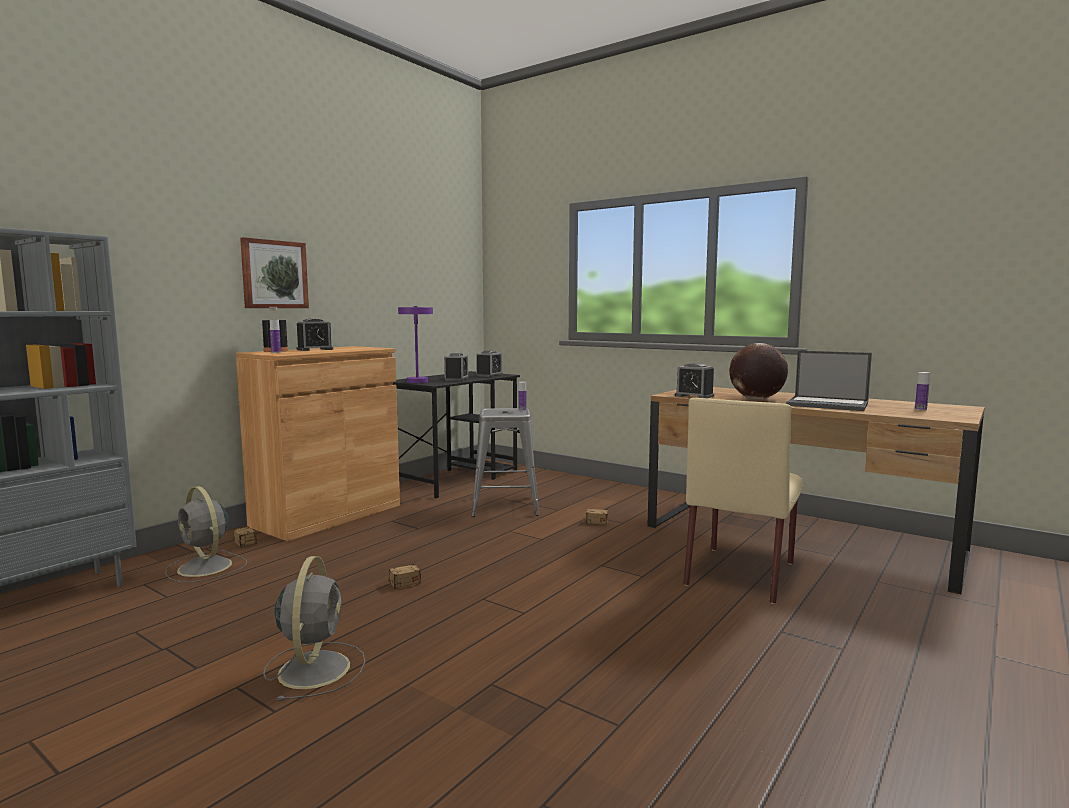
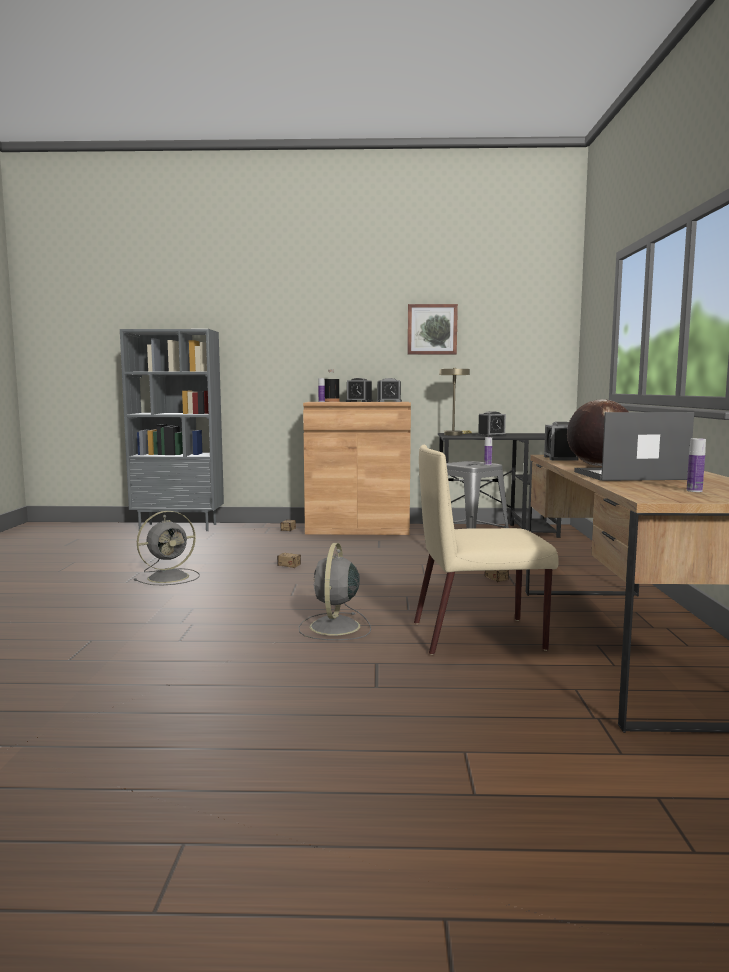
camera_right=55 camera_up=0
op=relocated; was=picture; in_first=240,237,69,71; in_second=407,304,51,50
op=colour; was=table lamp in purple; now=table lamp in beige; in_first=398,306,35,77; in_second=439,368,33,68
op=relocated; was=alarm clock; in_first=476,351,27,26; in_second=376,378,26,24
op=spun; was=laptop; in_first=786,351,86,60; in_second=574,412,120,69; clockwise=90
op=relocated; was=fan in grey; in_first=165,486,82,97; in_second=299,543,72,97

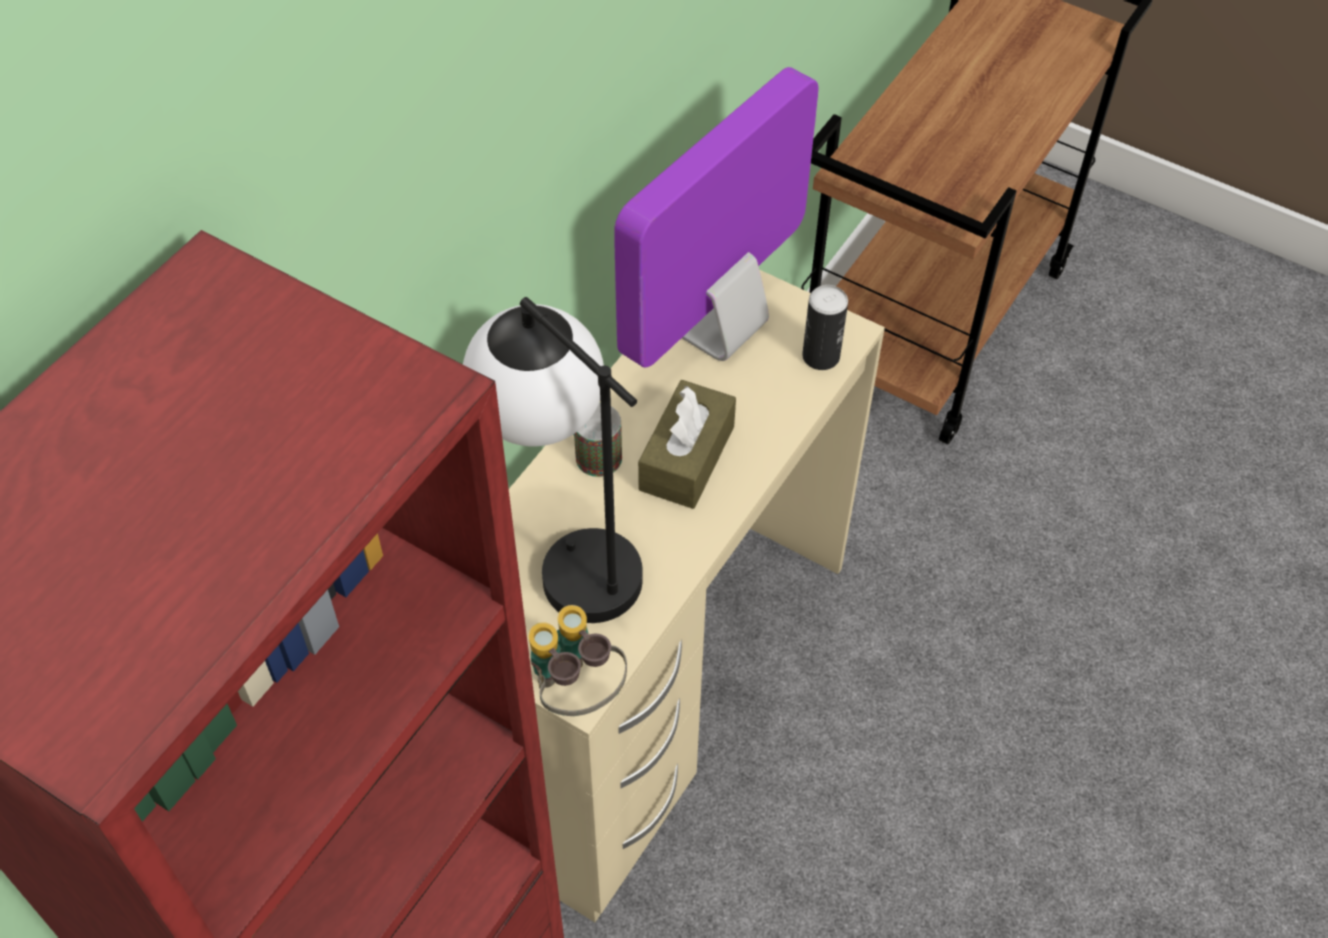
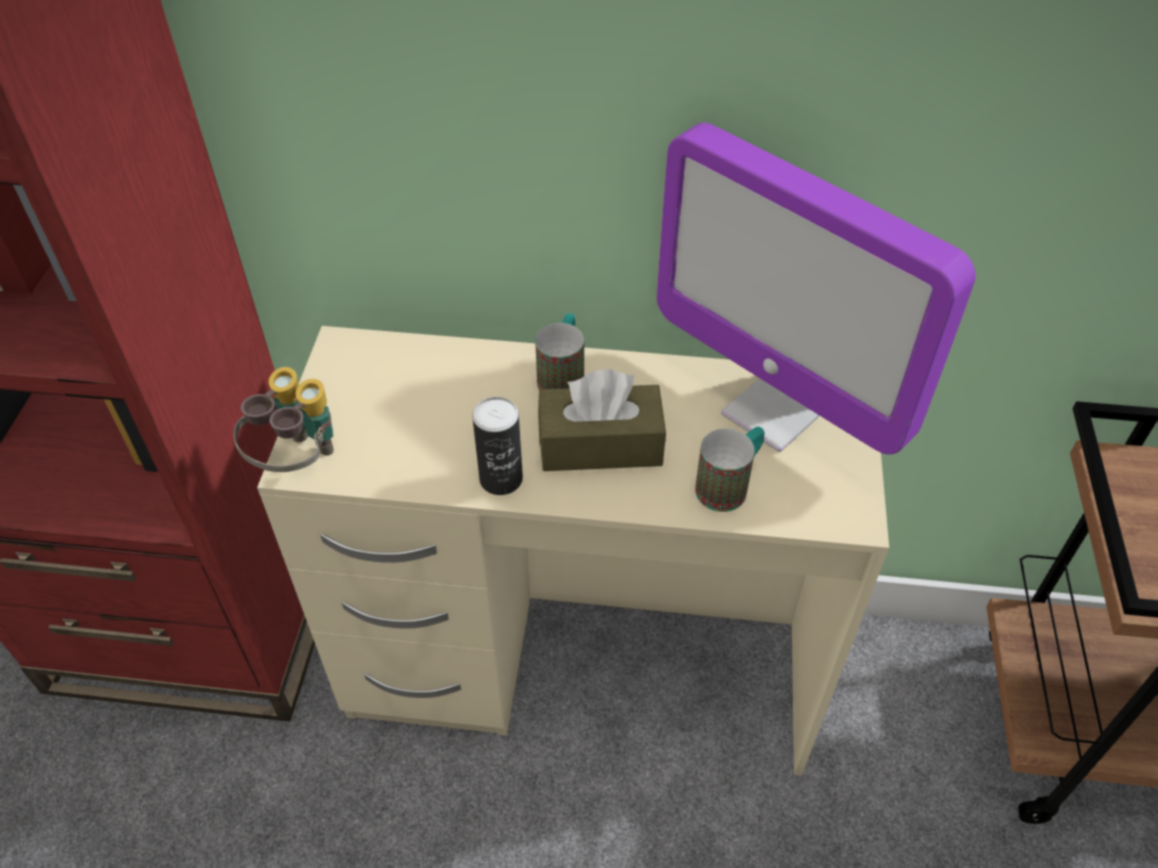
camera_right=65 camera_up=-5
op=spun; was=monitor; in_first=614,67,205,301; in_second=657,123,319,331; clockwise=-150
op=relocated; was=can; in_first=802,285,46,85; in_second=472,397,51,98
op=missing; was=table lamp; in_first=463,297,180,326
op=appeared; now=mug; in_second=695,427,70,85

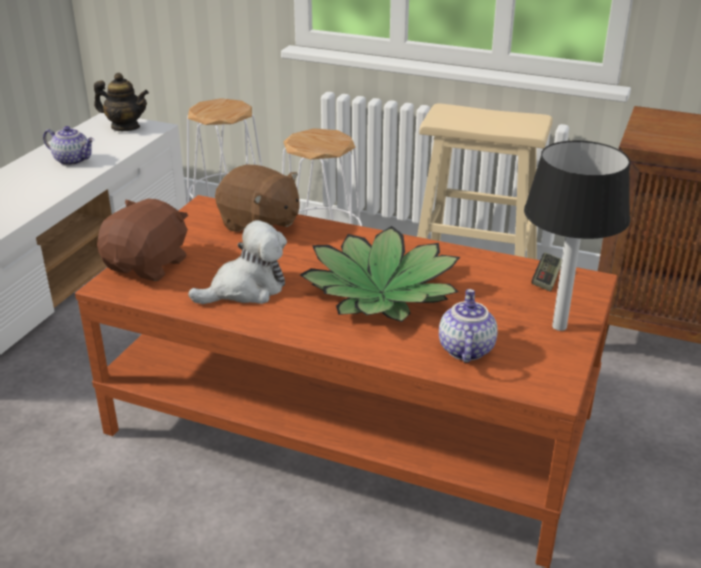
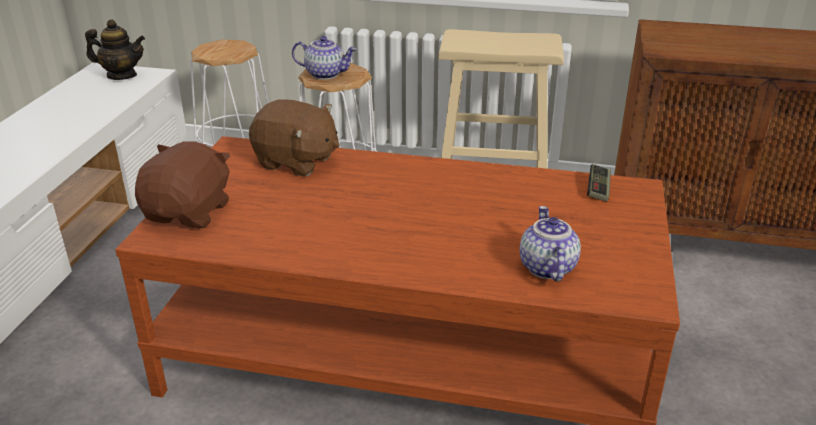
camera_right=-10 camera_up=0
op=relocated; was=teapot; in_first=43,126,51,40; in_second=292,36,65,44
op=missing; was=table lamp; in_first=524,140,106,191
op=missing; was=plush toy; in_first=188,220,99,84
op=missing; was=potted plant; in_first=300,226,160,96

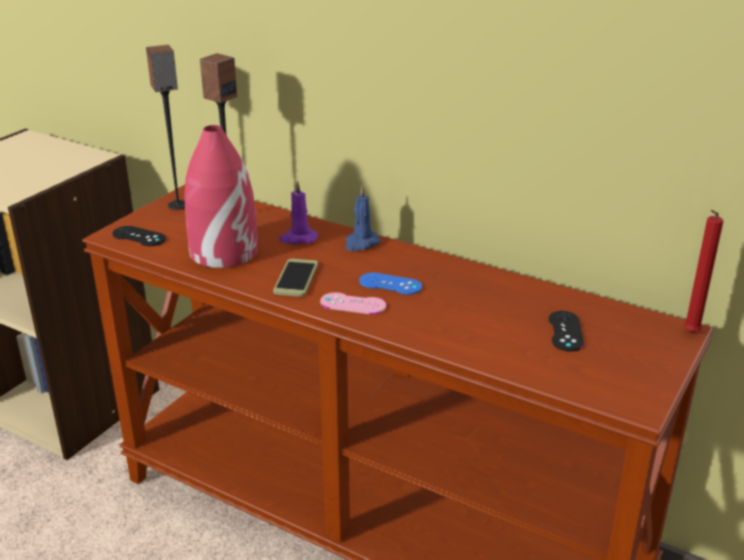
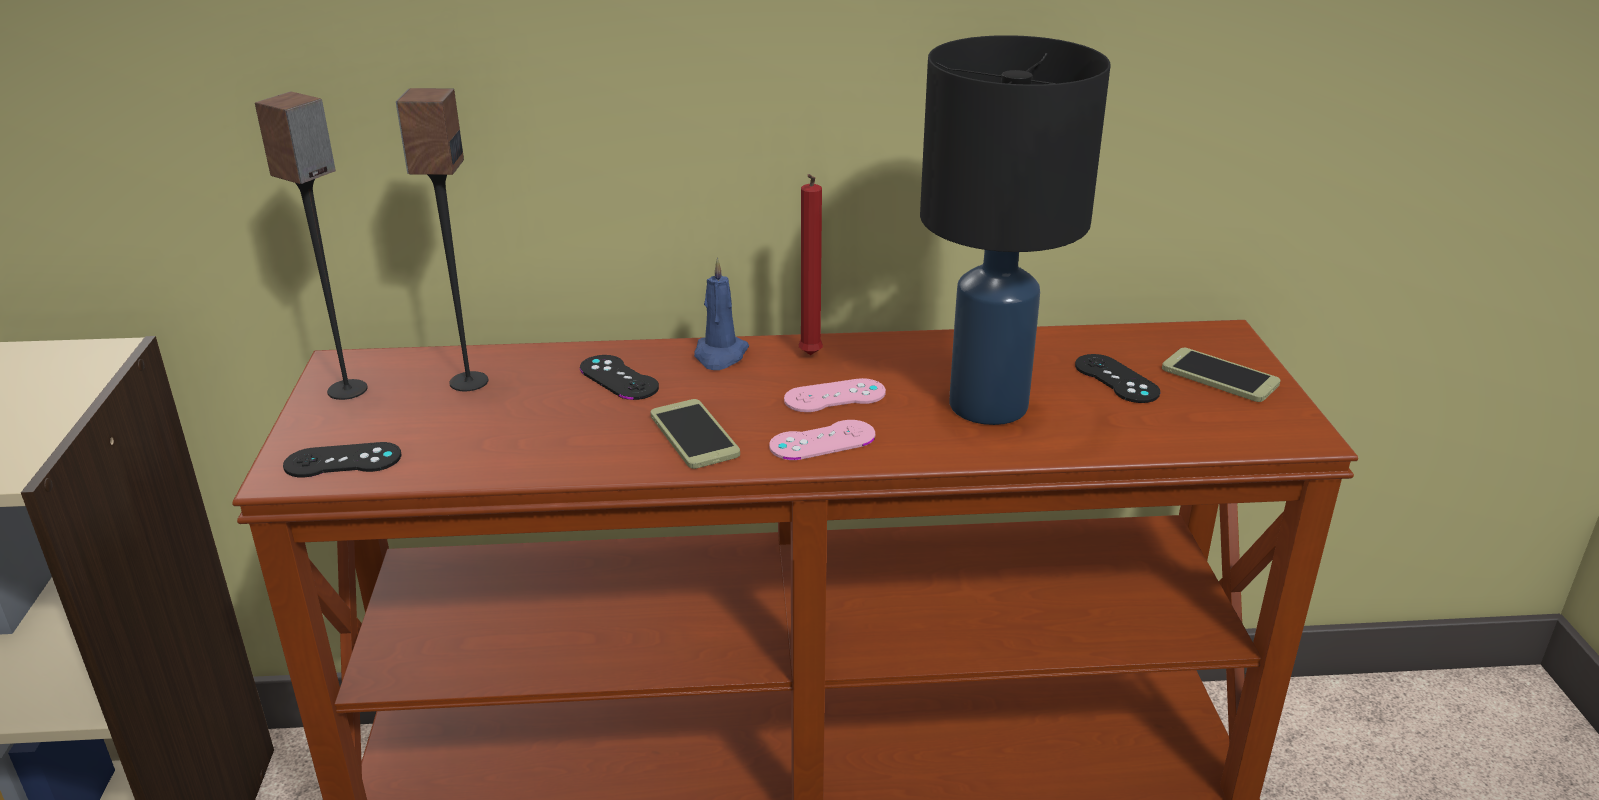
camera_right=-35 camera_up=0
op=missing; was=vase in red; in_first=184,125,74,143
op=exchanged; was=candle in purple; now=game controller in black; in_first=279,180,39,64; in_second=580,355,79,45
op=relocated; was=candle in red; in_first=684,210,39,123; in_second=799,174,24,181
op=colour; was=game controller in blue; now=game controller in pink; in_first=359,272,63,23; in_second=784,378,102,34
op=appeared; now=table lamp in black; in_second=920,35,191,390
op=appeared; now=phone; in_second=1162,348,119,54

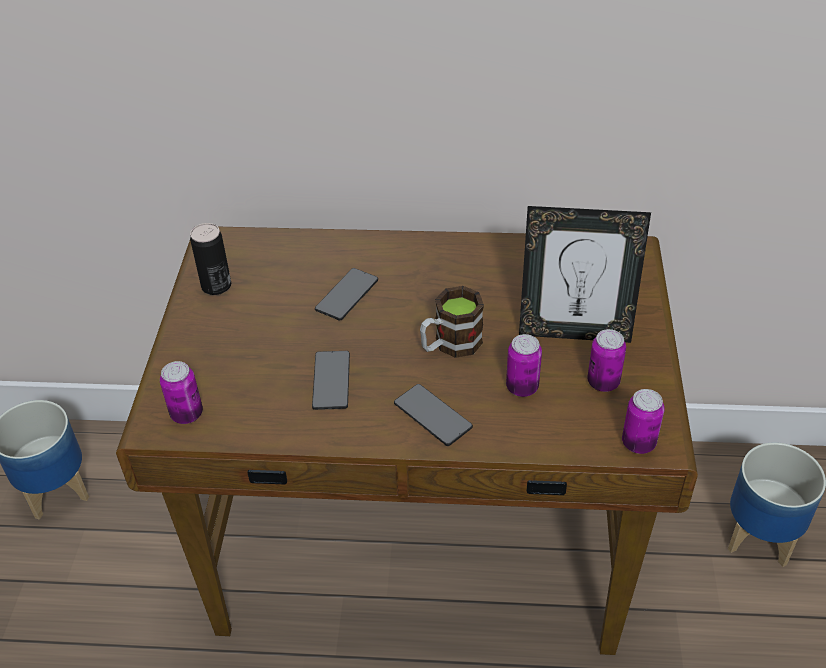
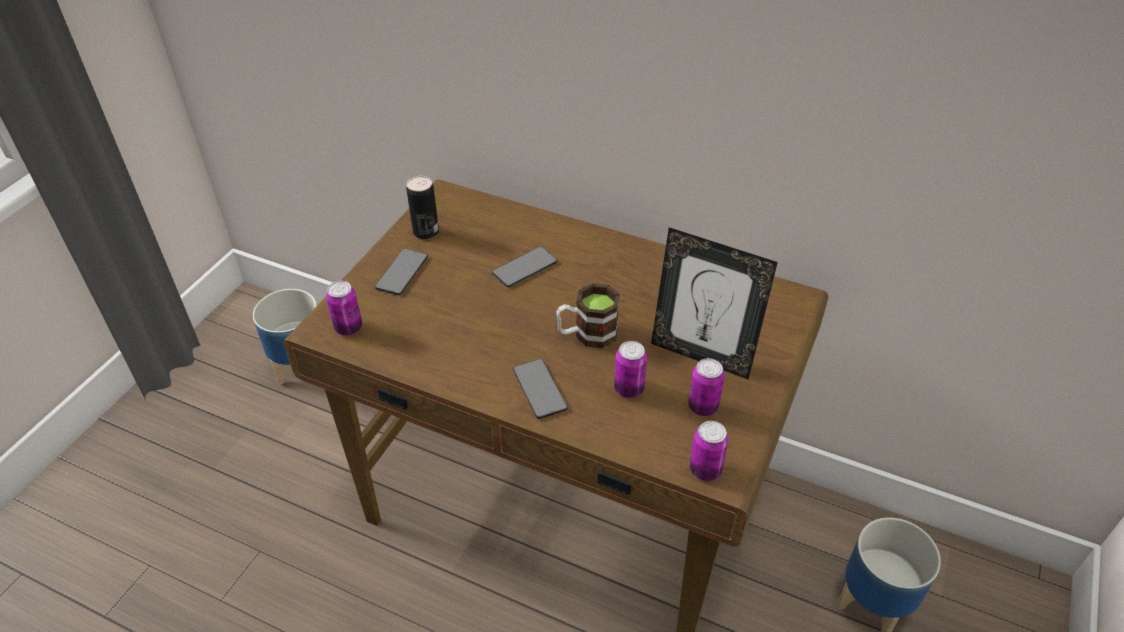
camera_right=20 camera_up=0
op=relocated; was=phone; in_first=312,351,38,59; in_second=375,249,53,46

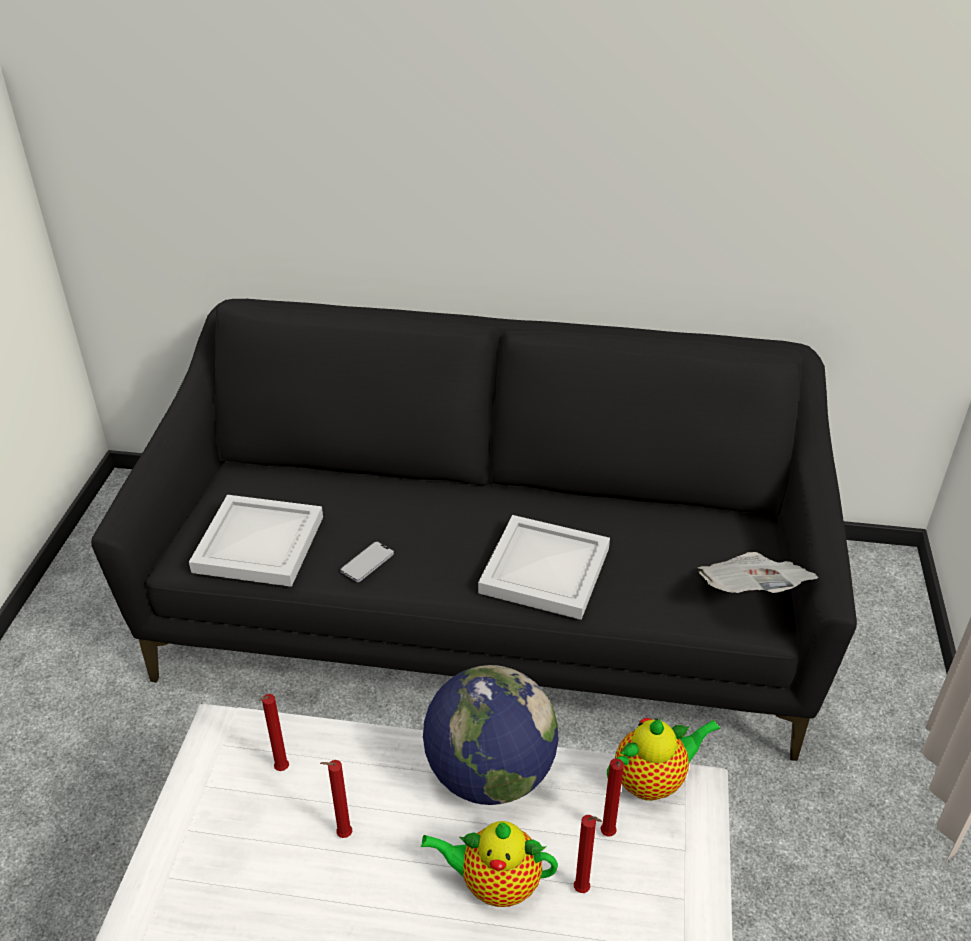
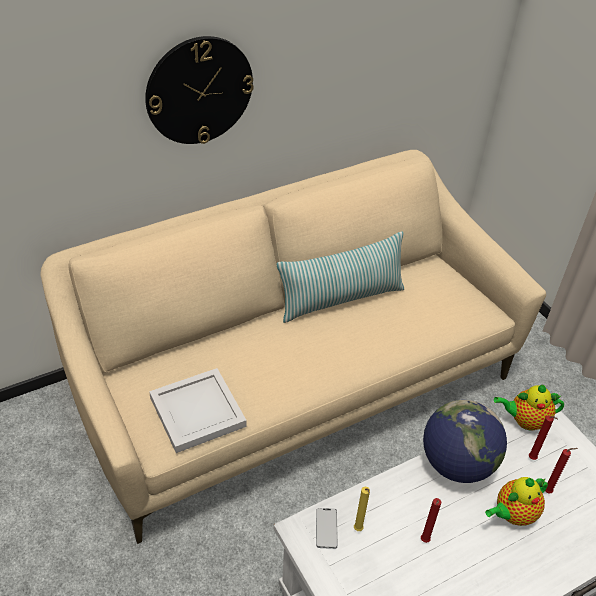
camera_right=-40 camera_up=5
op=colour; was=sofa in black; now=sofa in beige; in_first=91,299,766,462; in_second=40,150,506,394
op=missing; was=tray in white; in_first=478,515,132,105
op=relocated; was=phone; in_first=340,541,54,41; in_second=316,508,22,41
op=missing; was=newspaper; in_first=698,552,121,41
op=colour; was=candle in red; now=candle in yellow; in_first=259,694,30,77; in_second=354,487,16,44
op=spun; was=teapot; in_first=607,718,114,83; in_second=494,384,70,47; clockwise=-120
op=appeared; now=wall clock; in_second=145,36,109,108
op=appeared; now=pillow; in_second=277,231,127,92

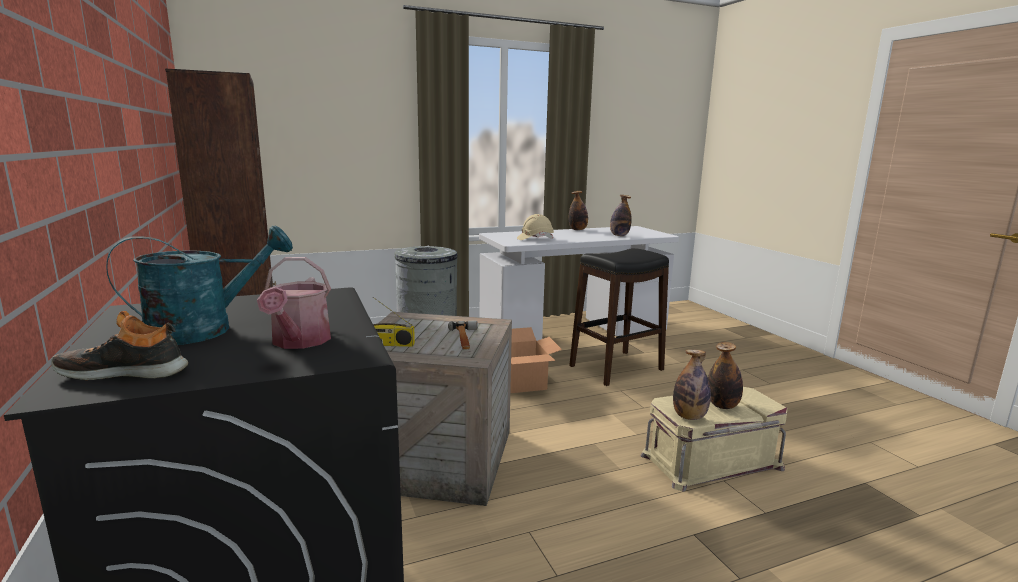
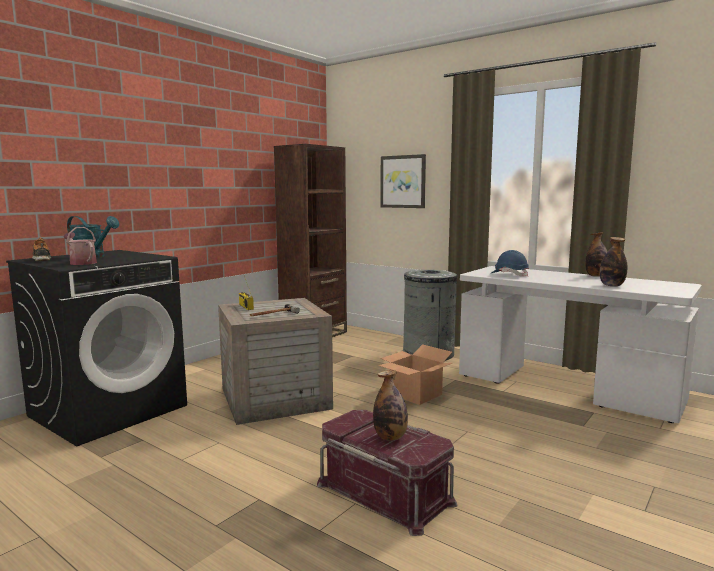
camera_right=60 camera_up=-5
op=colour; was=hard hat in beige; now=hard hat in blue; in_first=517,214,37,26; in_second=492,250,37,26
op=missing; was=stool in black; in_first=569,248,100,138
op=spun; was=watering can; in_first=257,257,74,92; in_second=64,227,33,38; clockwise=75
op=missing; was=bottle; in_first=673,349,38,71
op=colour; was=storage box in beige; now=storage box in red; in_first=640,387,147,104; in_second=317,410,141,126
op=appeared; now=picture; in_second=380,154,46,54

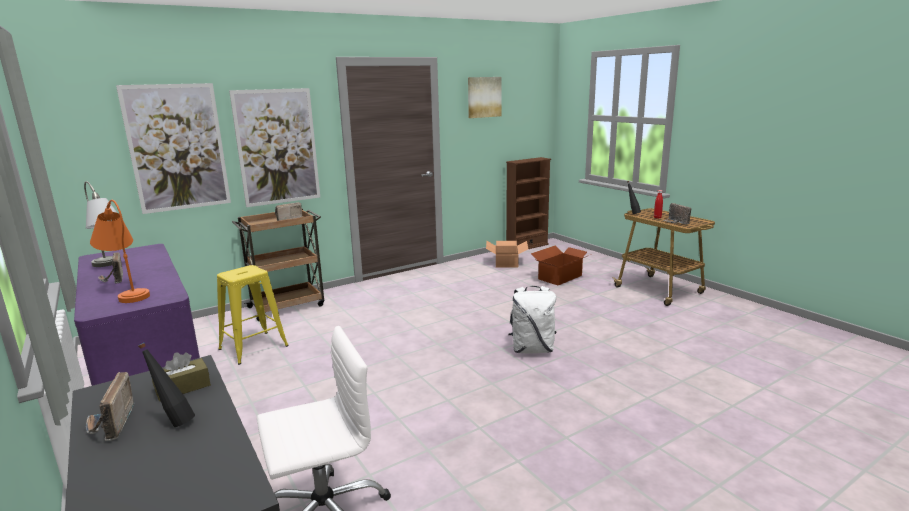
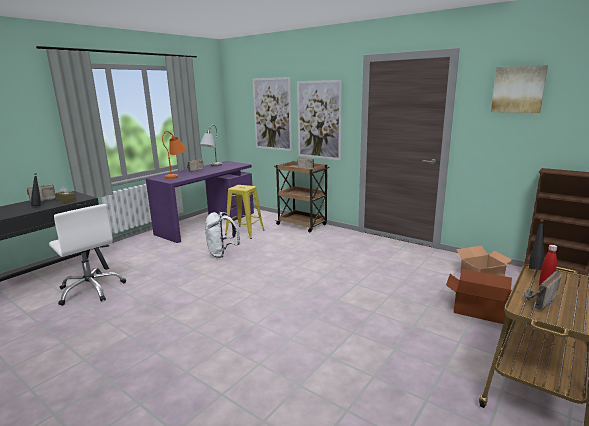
camera_right=70 camera_up=0
op=relocated; was=backpack in white; in_first=508,286,49,67; in_second=205,212,35,46

